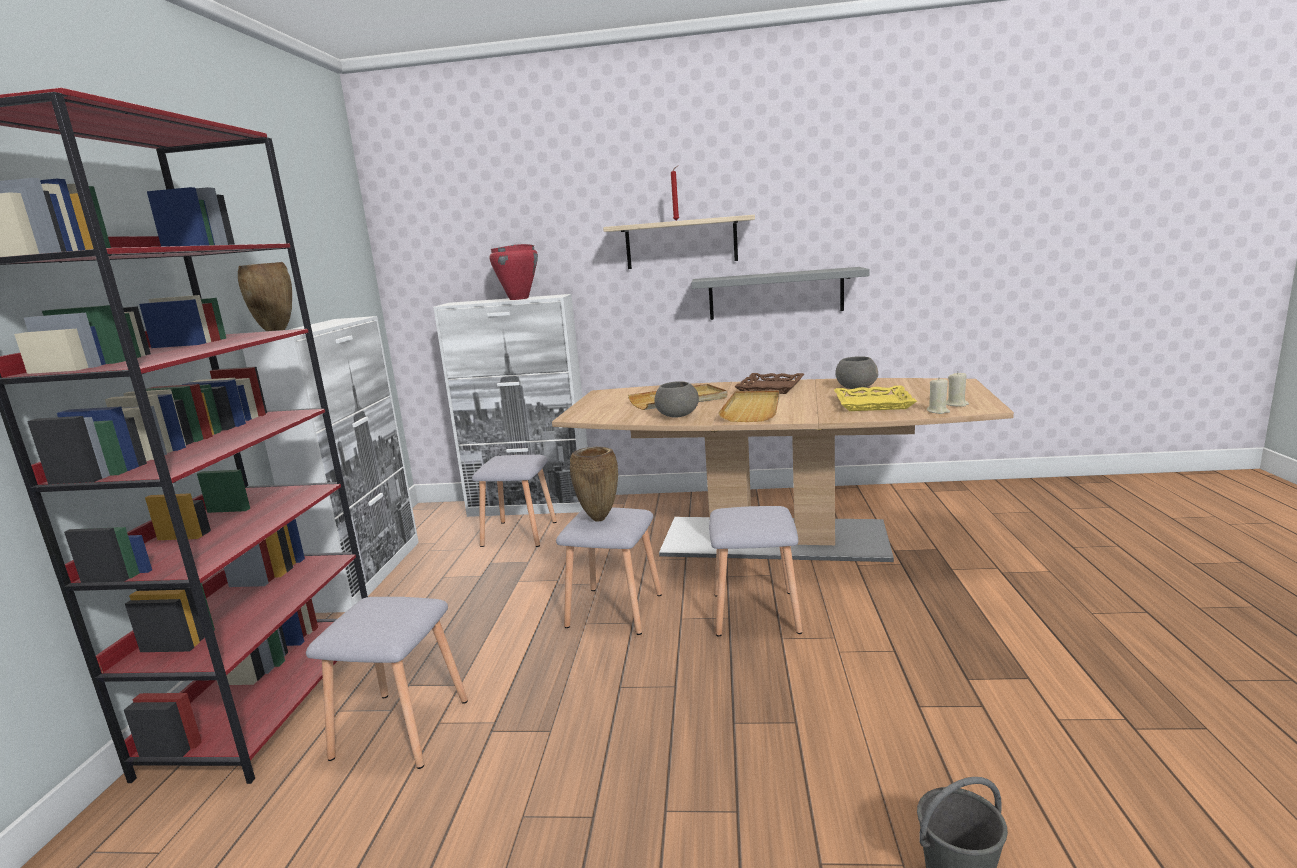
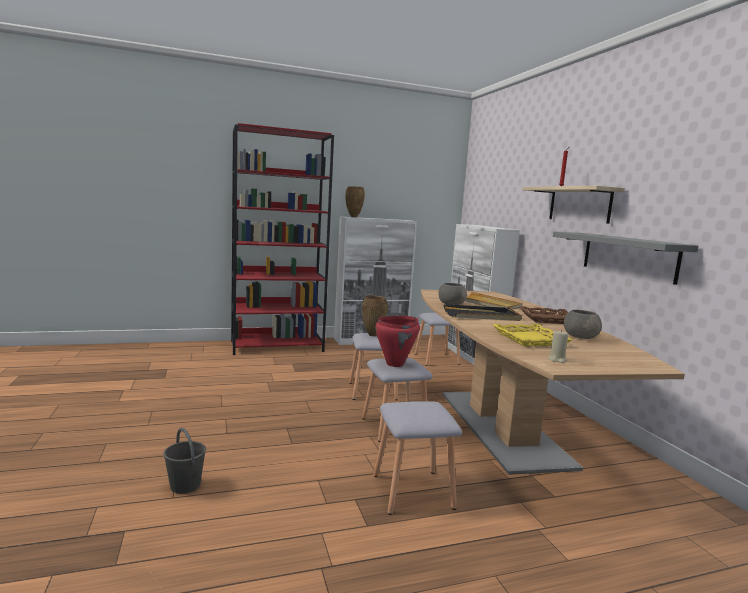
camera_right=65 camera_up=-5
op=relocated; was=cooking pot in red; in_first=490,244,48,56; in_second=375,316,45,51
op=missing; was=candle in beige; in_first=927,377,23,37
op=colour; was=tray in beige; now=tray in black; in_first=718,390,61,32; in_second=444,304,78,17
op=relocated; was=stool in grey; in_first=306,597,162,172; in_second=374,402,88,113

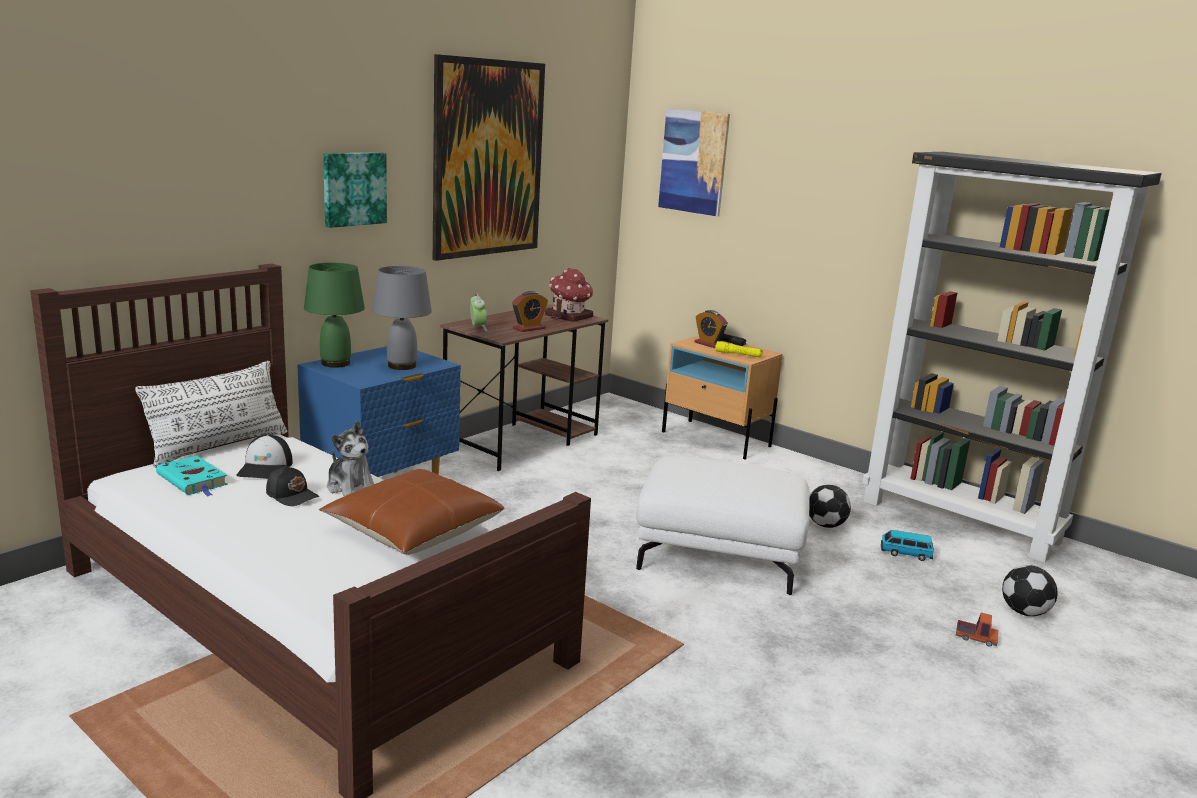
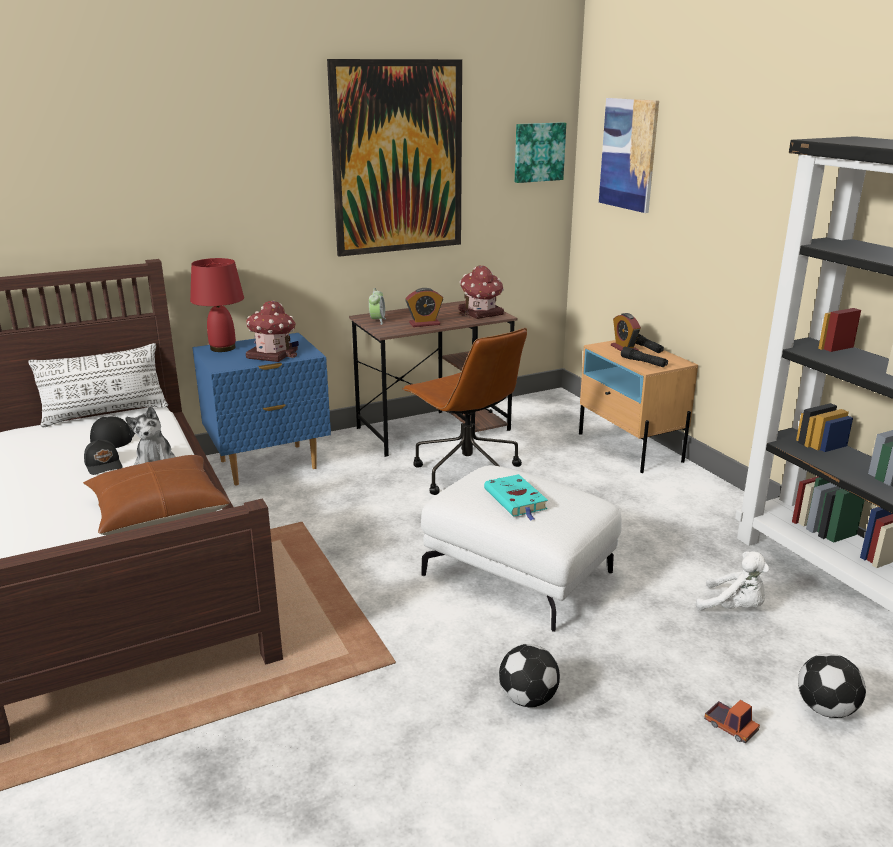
camera_right=25 camera_up=5
op=relocated; was=picture; in_first=323,152,64,76; in_second=515,122,51,61
op=colour; was=table lamp in green; now=table lamp in red; in_first=304,263,61,105; in_second=190,258,54,94
op=exchanged; was=table lamp in grey; now=toy house; in_first=372,266,60,104; in_second=246,300,53,62
op=colour; was=flashlight in yellow; now=flashlight in black; in_first=715,341,48,16; in_second=621,347,47,20
op=spun; was=cap; in_first=236,434,57,45; in_second=90,416,45,32; clockwise=150
op=relocated; was=book in turquoise; in_first=156,456,72,40; in_second=484,474,64,46
op=relocated; was=football; in_first=809,485,42,43; in_second=499,644,61,63
op=exchanged; was=toy car; now=plush toy in white; in_first=881,530,53,31; in_second=696,551,74,60
op=appeared; now=office chair in brown; in_second=402,328,125,167

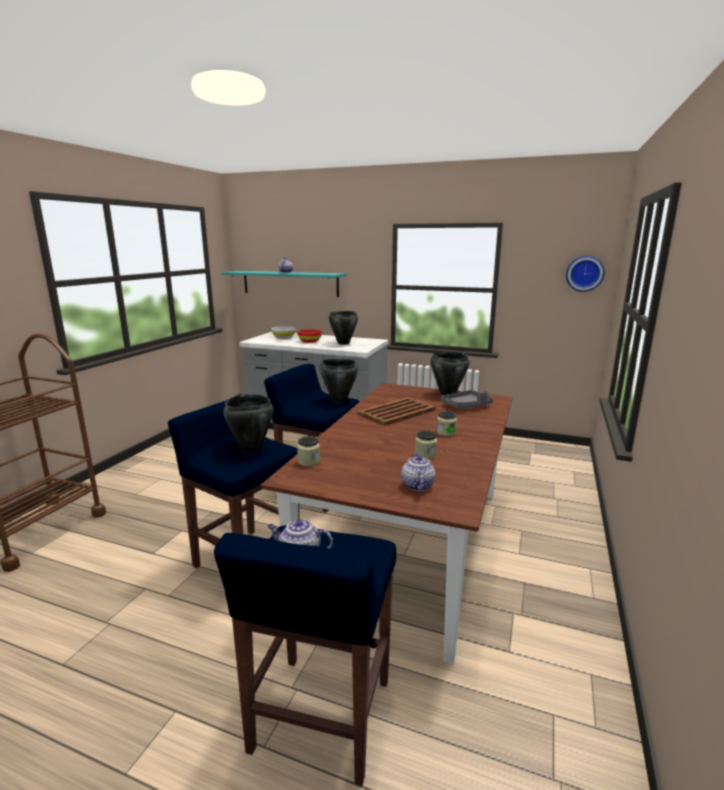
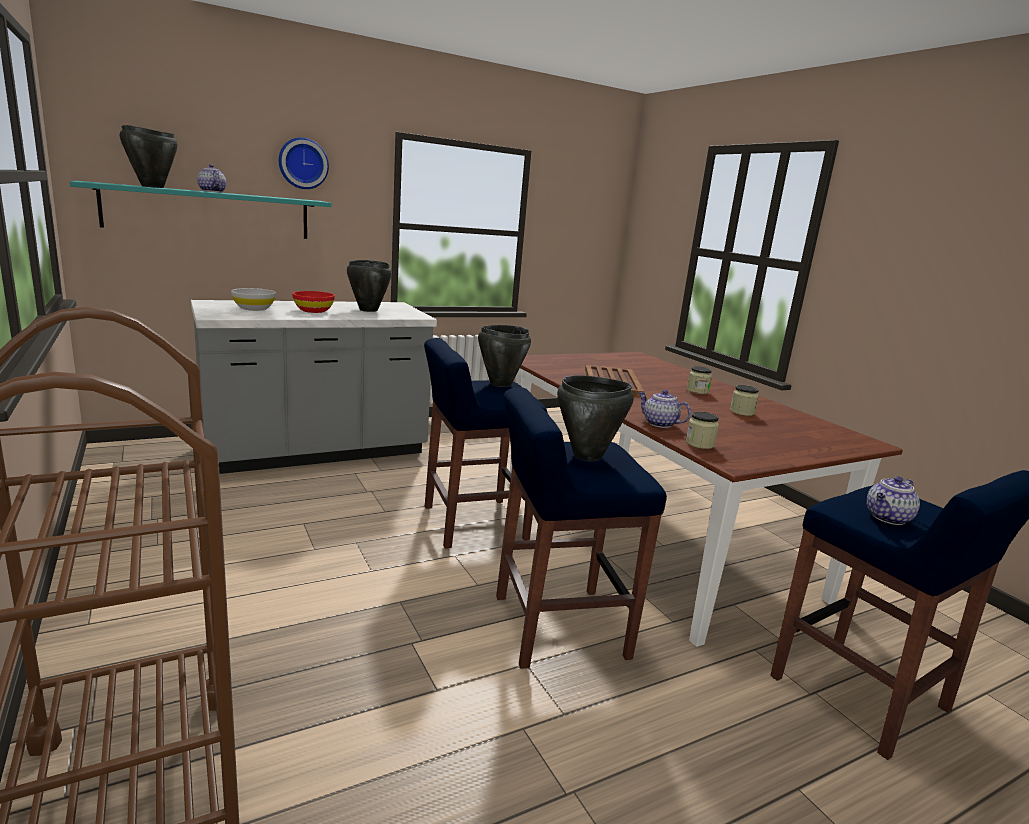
camera_right=-50 camera_up=0
op=relocated; was=wall clock; in_first=566,256,39,36; in_second=279,137,50,52
op=relocated; was=cooking pot in black; in_first=430,352,40,43; in_second=120,125,58,63
op=missing; was=tray in grey; in_first=441,390,52,18
op=relocated; was=teapot; in_first=401,452,34,39; in_second=638,390,53,38

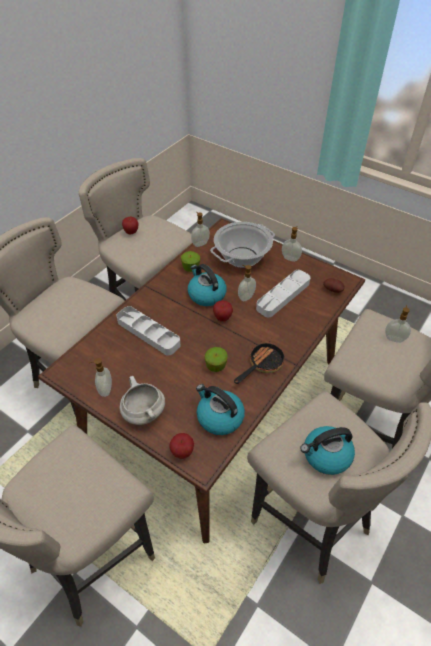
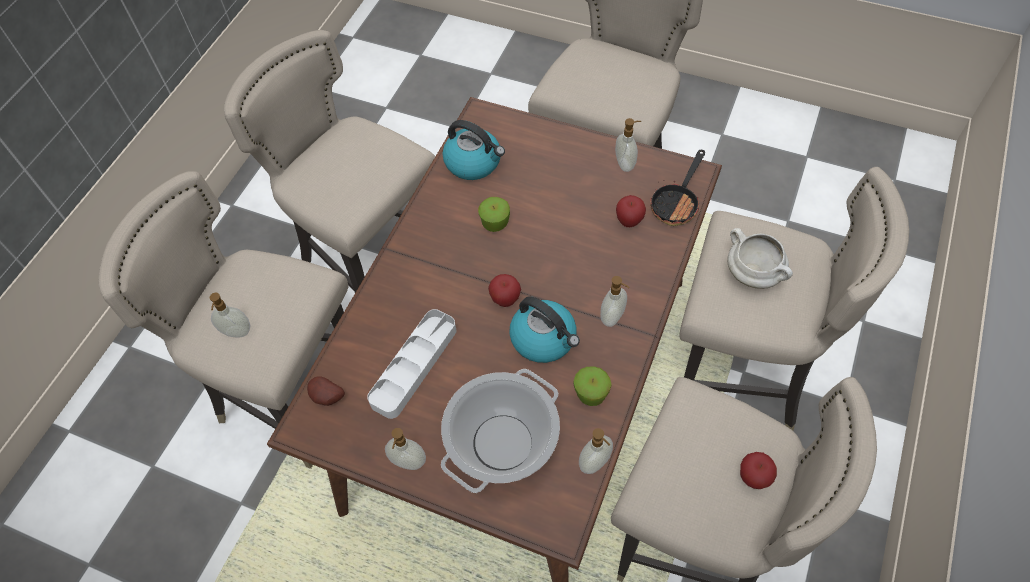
camera_right=170 camera_up=10
op=relocated; was=soap dispenser; in_first=238,265,18,36; in_second=600,276,29,51
op=missing; was=tray in grey; in_first=116,306,64,50
op=relocated; was=frying pan; in_first=234,341,51,43; in_second=650,150,55,76
op=relocated; was=cooking pot in white; in_first=119,376,46,49; in_second=727,228,66,61
op=missing; was=kettle; in_first=300,426,55,49
op=relocated; was=apple; in_first=169,433,25,26; in_second=616,195,30,32

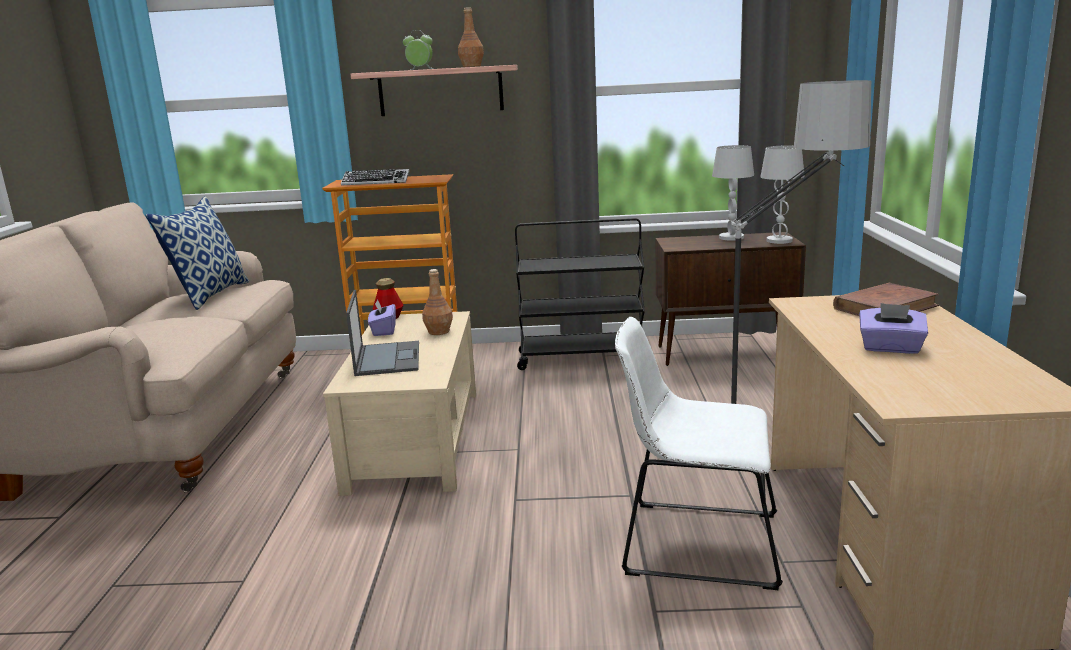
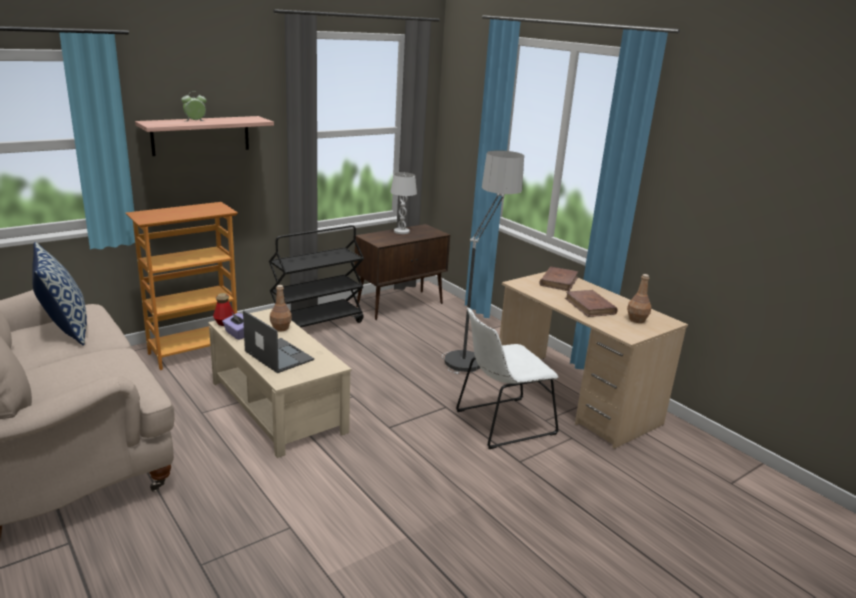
camera_right=-40 camera_up=5
op=relocated; was=bottle in brown; in_first=458,7,26,60; in_second=627,274,24,49
op=missing; was=table lamp in white; in_first=760,146,45,98
op=missing; was=keyboard; in_first=341,169,68,16
op=exchanged; was=tissue box in purple; now=book in brown; in_first=859,303,69,51; in_second=565,290,53,27

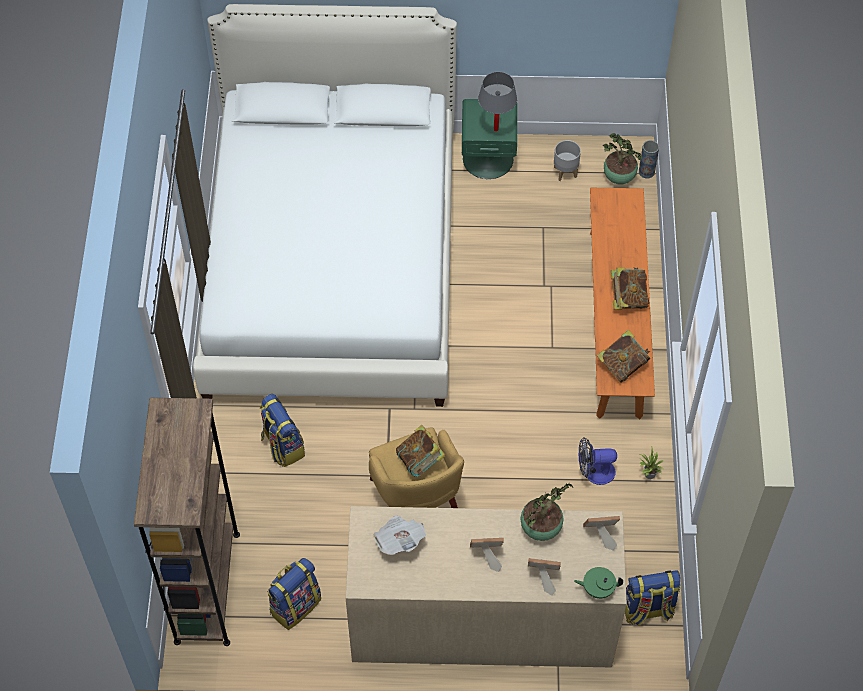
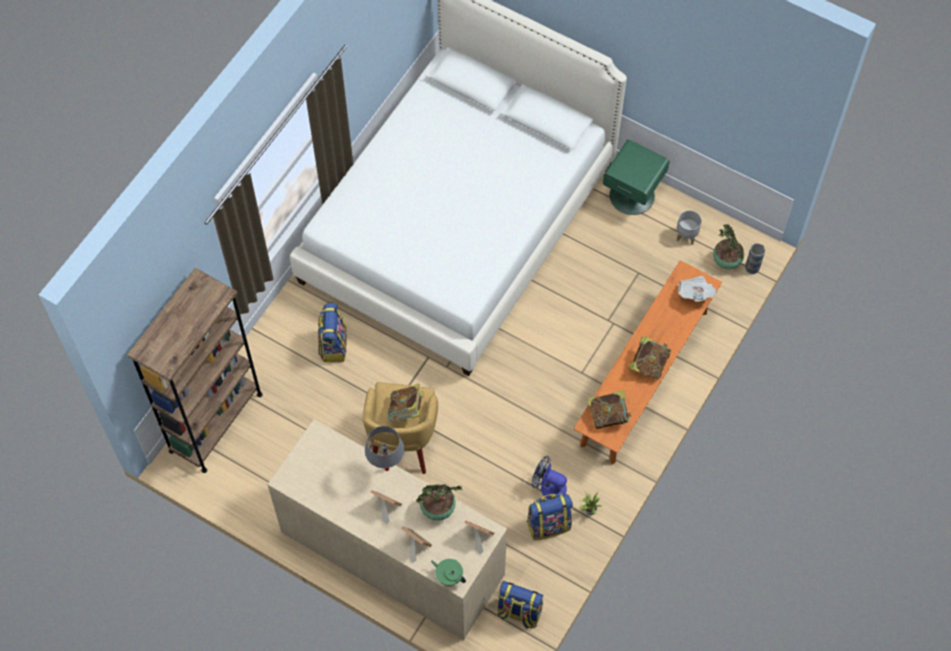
camera_right=30 camera_up=5
op=relocated; was=table lamp in grey; in_first=478,72,39,60; in_second=365,426,40,45
op=relocated; was=newspaper; in_first=373,515,53,40; in_second=678,276,38,26
op=relocated; was=backpack; in_first=267,558,54,72; in_second=527,494,46,46

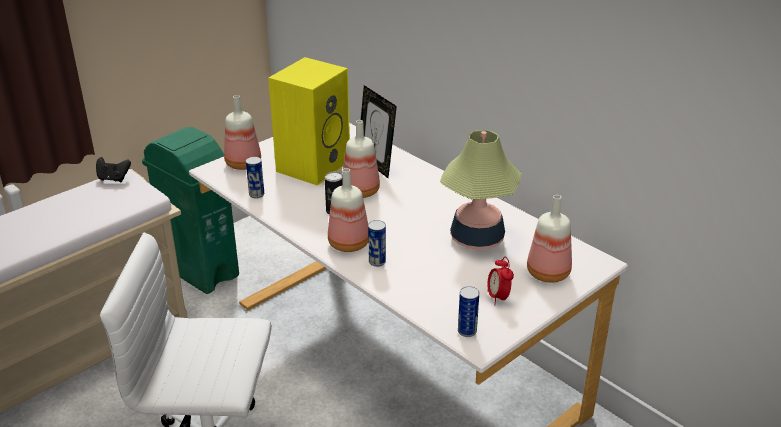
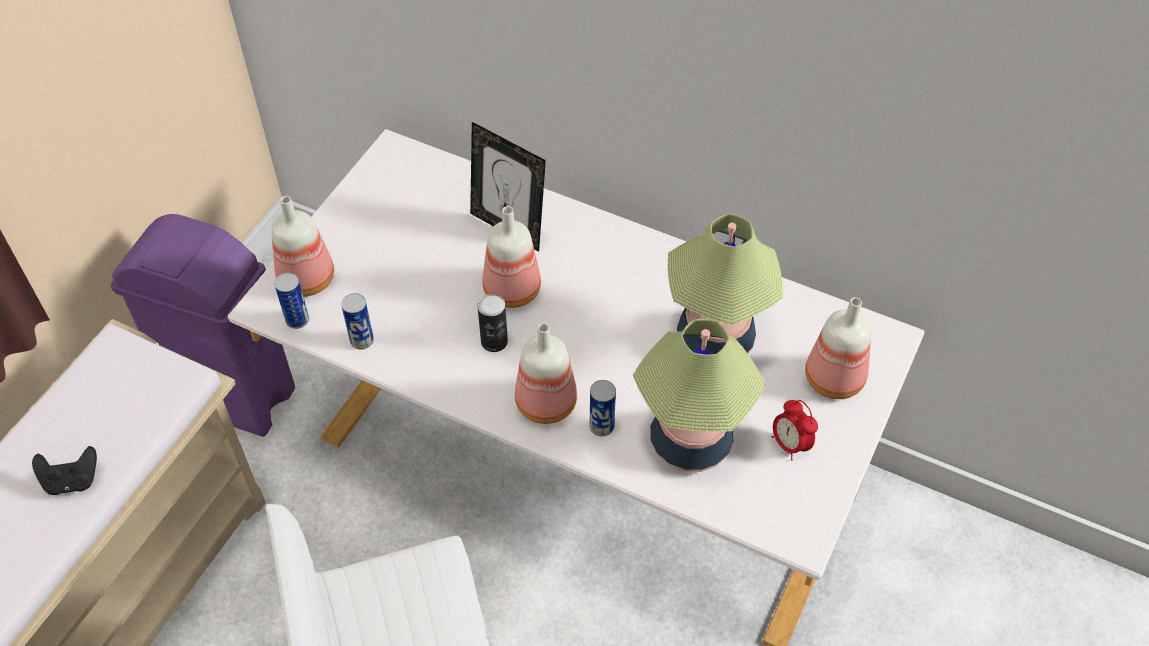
camera_right=-20 camera_up=20
op=missing; was=speaker in yellow; in_first=268,57,82,129
op=colour; was=trash can in green; now=trash can in purple; in_first=142,127,97,167; in_second=111,214,184,223
op=relocated; was=game controller in black; in_first=96,157,35,25; in_second=32,446,65,49
op=relocated; was=can; in_first=458,286,21,51; in_second=274,273,35,56
op=appeared; now=table lamp; in_second=633,319,133,153

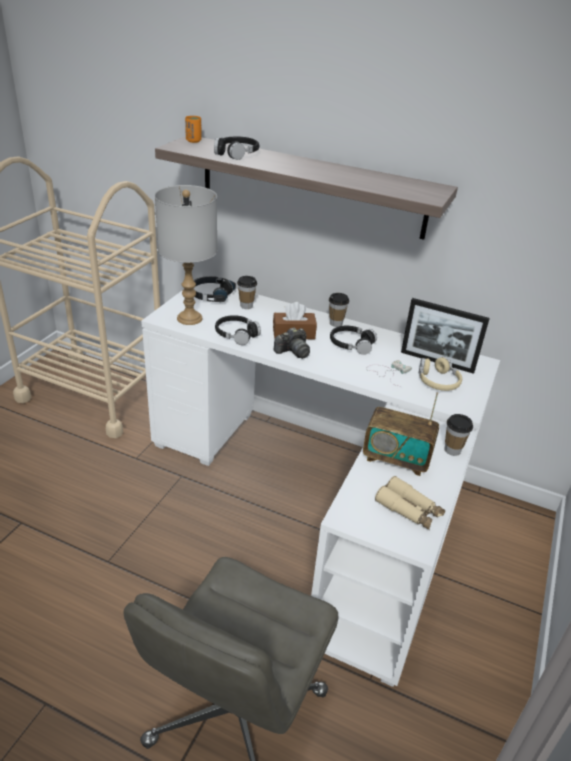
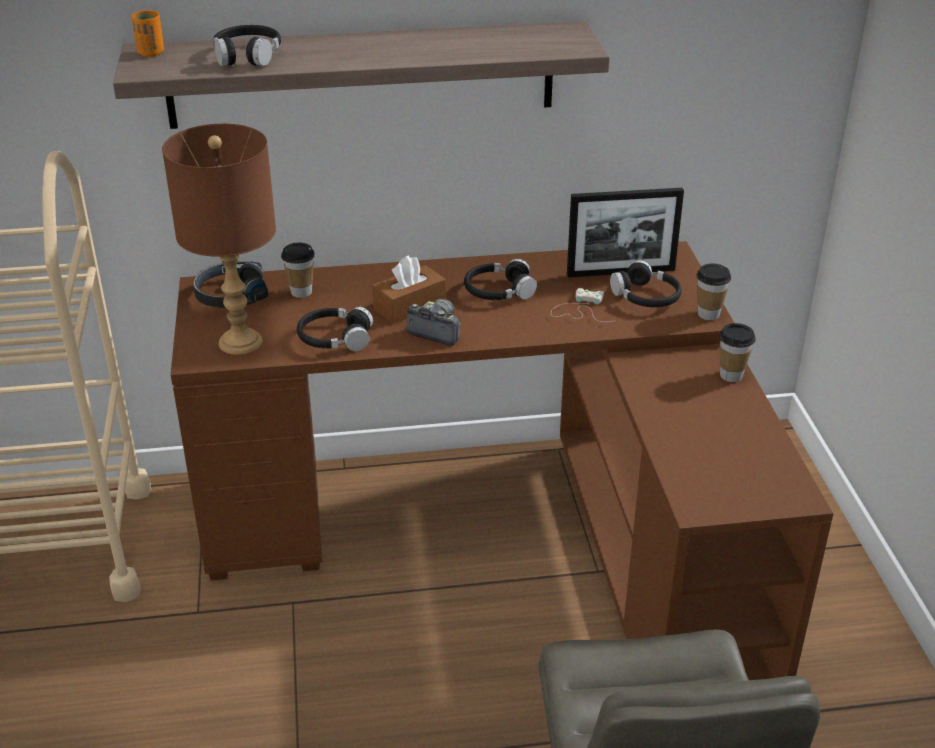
camera_right=-30 camera_up=0
op=colour; was=table lamp in grey; now=table lamp in brown; in_first=155,185,62,140; in_second=162,124,114,231
op=colour; was=desk in white; now=desk in brown; in_first=141,283,359,404; in_second=171,241,662,439
op=relocated; was=cup; in_first=329,293,20,34; in_second=696,264,35,56
op=spun; was=photo camera; in_first=274,327,36,32; in_second=407,299,54,47; clockwise=-90
op=colour; was=headphones in beige; now=headphones in black; in_first=419,356,43,35; in_second=610,260,72,47
op=missing; was=radio; in_first=363,392,76,84
op=missing; was=binoculars in beige; in_first=375,476,70,54

